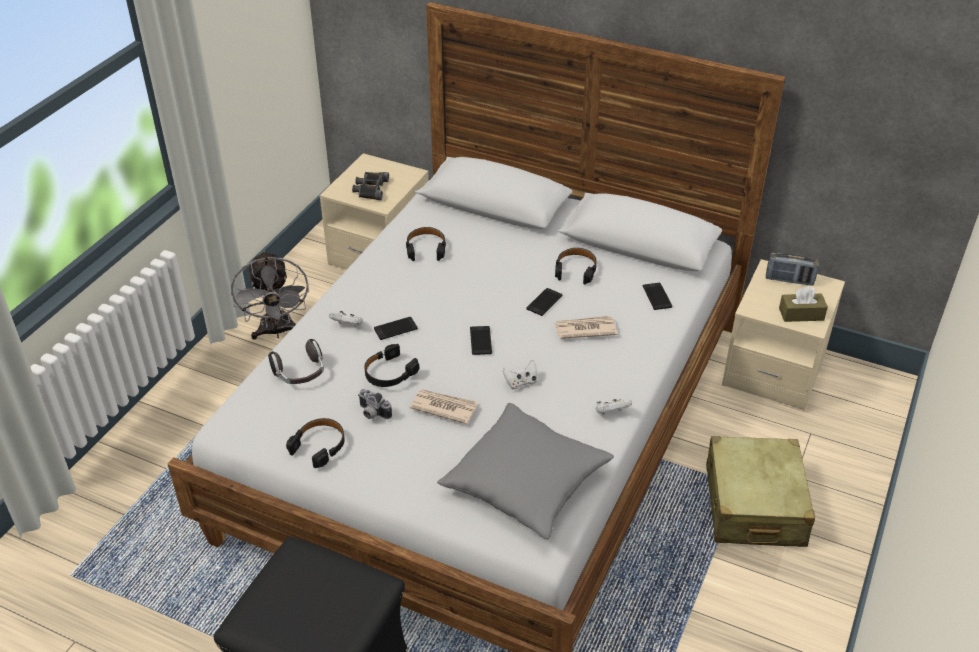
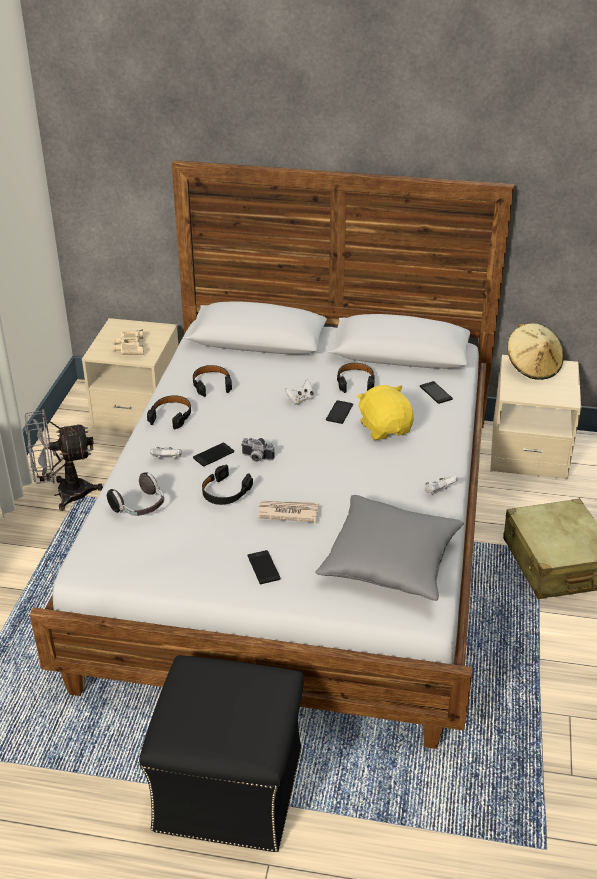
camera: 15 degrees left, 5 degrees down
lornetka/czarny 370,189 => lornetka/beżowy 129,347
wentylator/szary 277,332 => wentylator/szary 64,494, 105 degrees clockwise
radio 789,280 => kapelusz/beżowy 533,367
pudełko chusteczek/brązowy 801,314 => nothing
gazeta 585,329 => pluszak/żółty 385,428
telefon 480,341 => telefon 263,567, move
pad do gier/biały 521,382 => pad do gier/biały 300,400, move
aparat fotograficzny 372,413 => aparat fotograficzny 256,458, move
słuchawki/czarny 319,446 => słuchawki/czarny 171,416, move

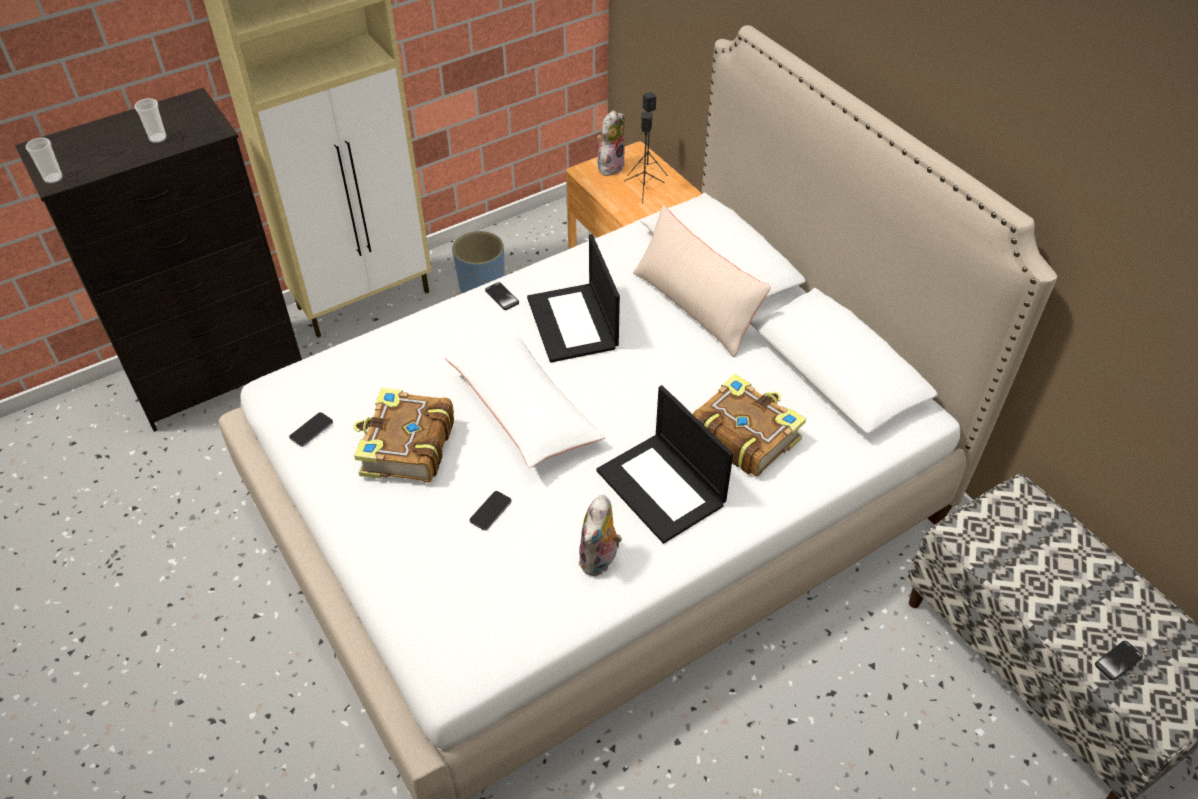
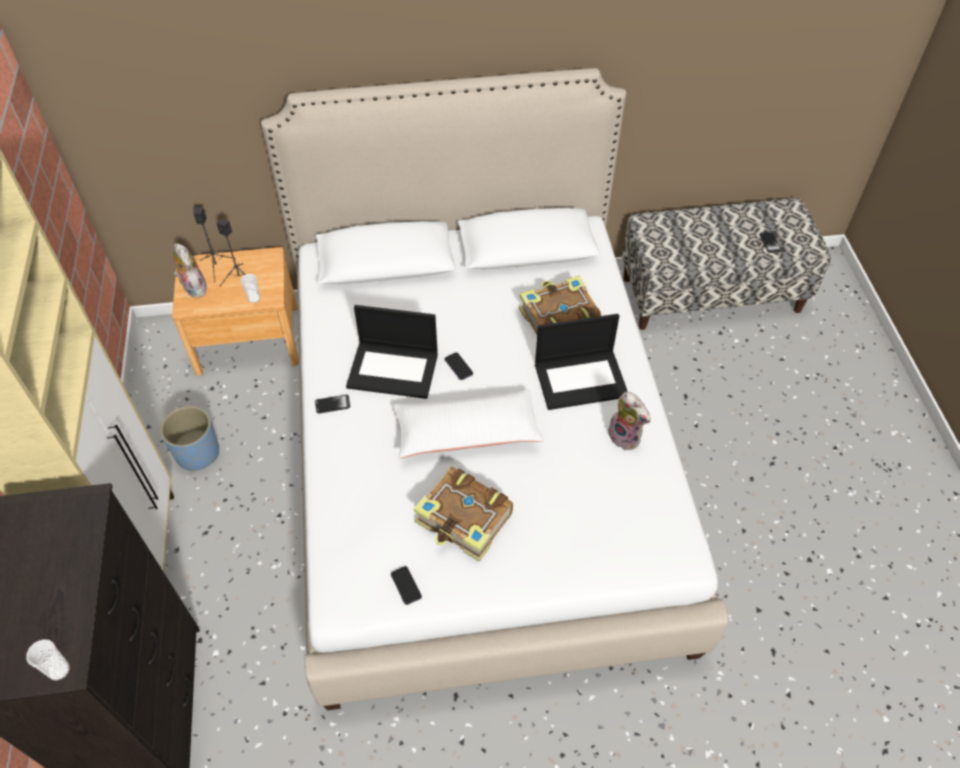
camera: 65 degrees left, 5 degrees up
filiżanka 158,138 => filiżanka 254,298, move
poduszka/beżowy 695,306 => nothing
telefon 490,511 => telefon 458,367, move

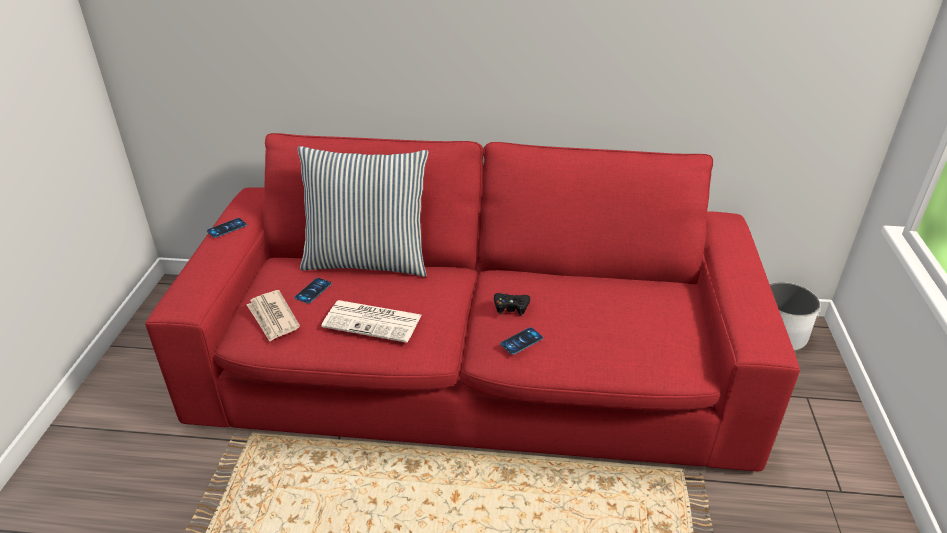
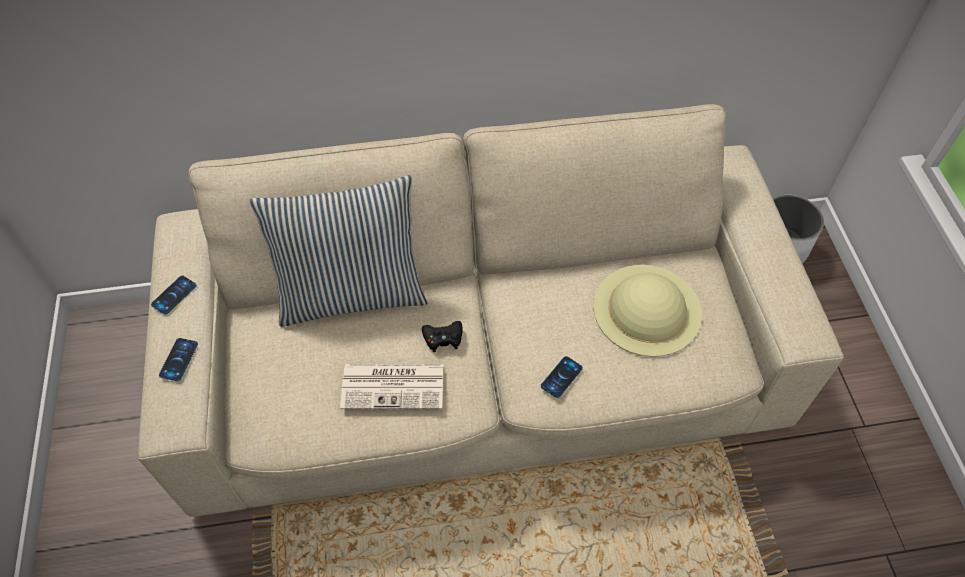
camera: 15 degrees left, 20 degrees up
kanapa/czerwony 473,370 => kanapa/beżowy 482,366
telefon 313,291 => telefon 178,359, move
gazeta 273,318 => nothing
pad do gier/czarny 511,307 => pad do gier/czarny 443,338, move
nothing => kapelusz/beżowy 647,309

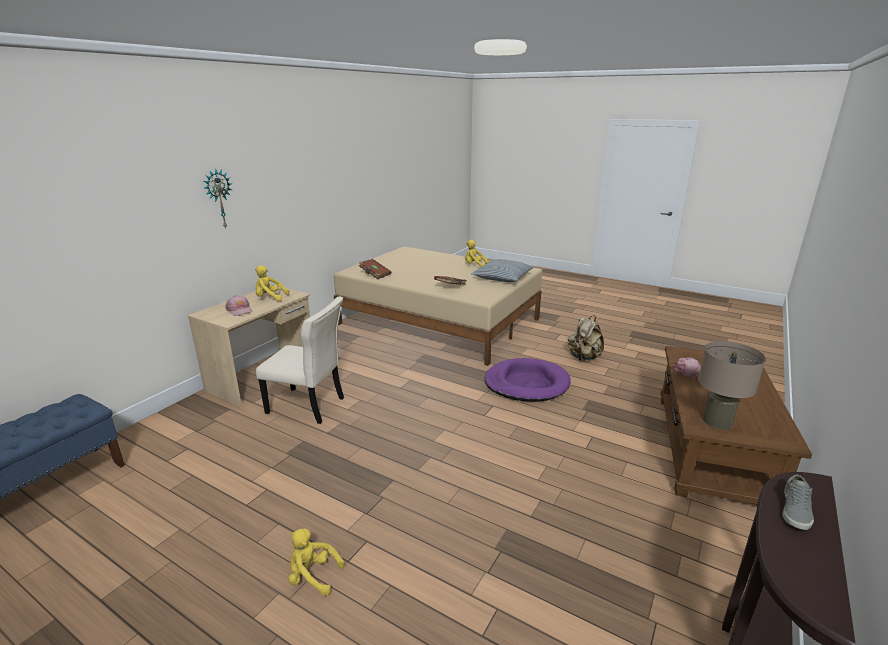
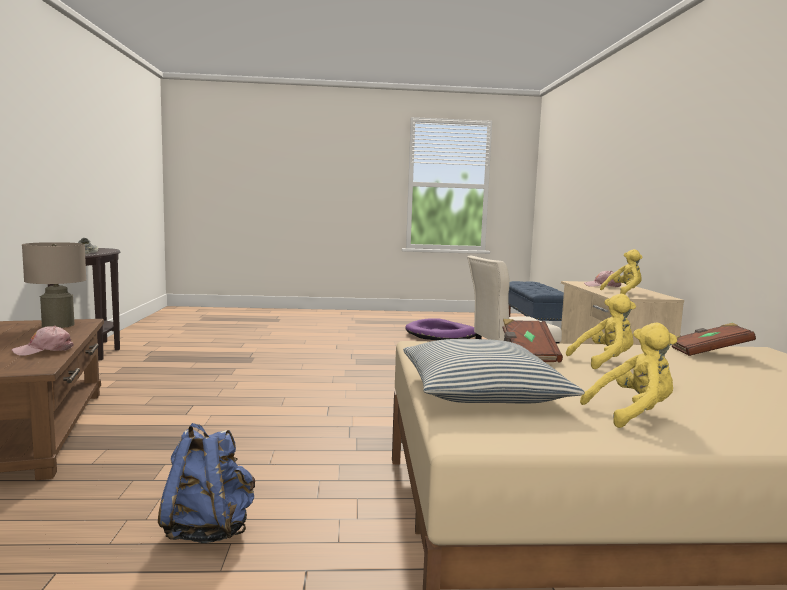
camera: 145 degrees right, 15 degrees down
zegar ścienny 219,199 => nothing
plecak/beżowy 584,357 => plecak/niebieski 208,530
legowisko/fioletowy 526,383 => legowisko/fioletowy 441,334, move
pluszak/żółty 313,576 => pluszak/żółty 604,361, move

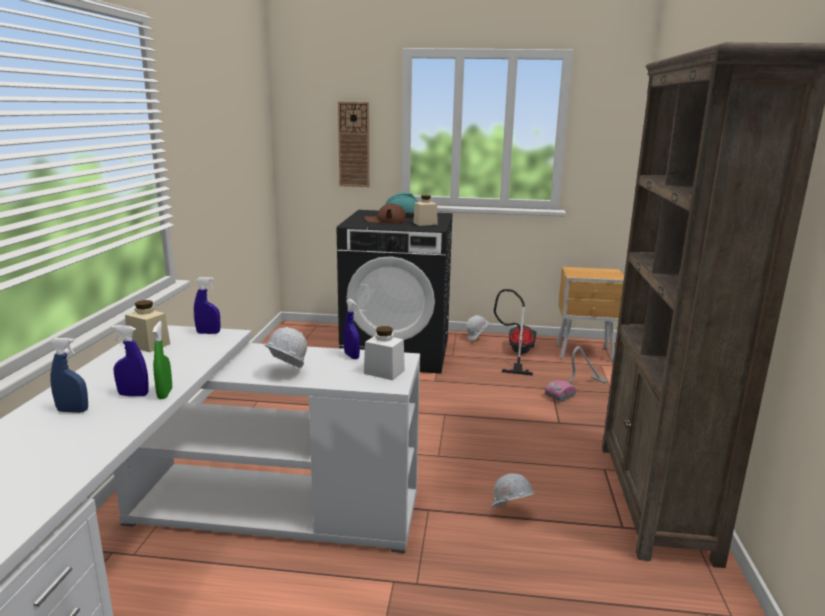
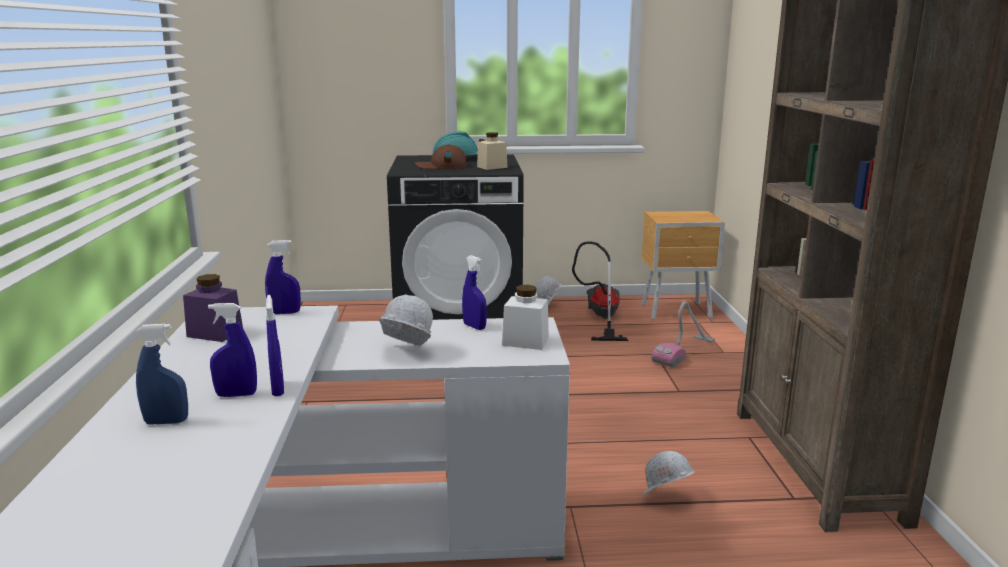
camera: 10 degrees left, 0 degrees up
zegar ścienny 354,145 => nothing
słoik/beżowy 149,345 => słoik/fioletowy 215,333
spryskiwacz/zielony 165,393 => spryskiwacz/niebieski 278,389

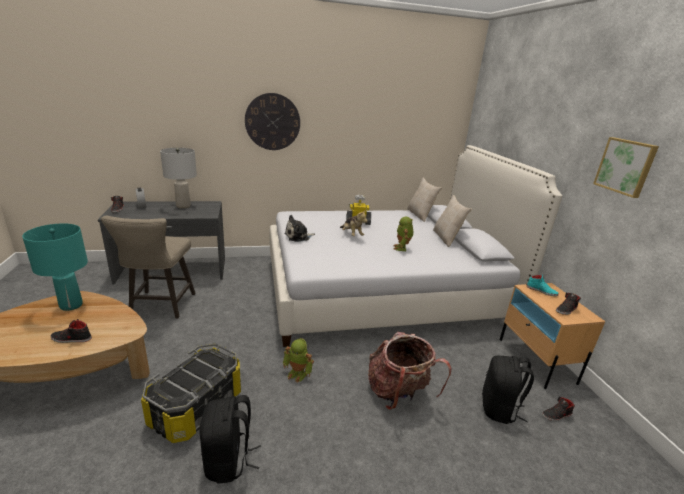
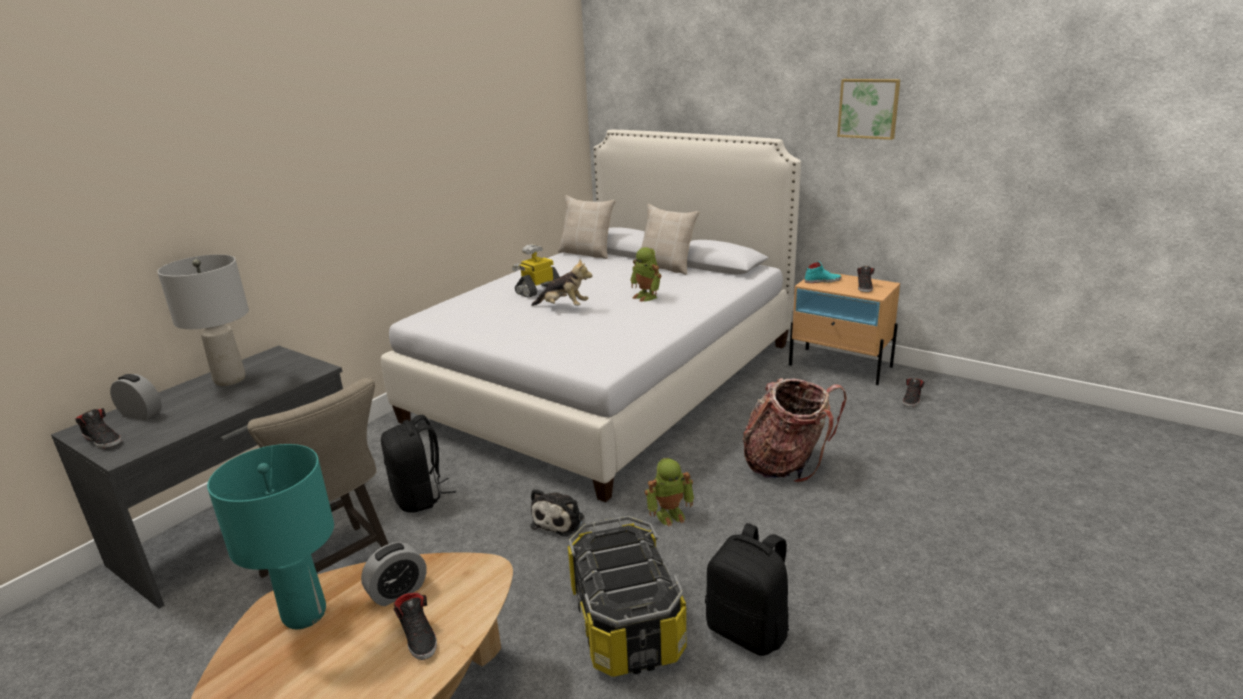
camera: 40 degrees left, 0 degrees up
zegar ścienny 272,122 => nothing
pluszak 298,237 => pluszak 560,520, move
but/czarny 71,339 => but/czarny 418,636, 75 degrees counterclockwise
plecak/czarny 499,409 => plecak/czarny 419,497, move
nothing => budzik 398,592

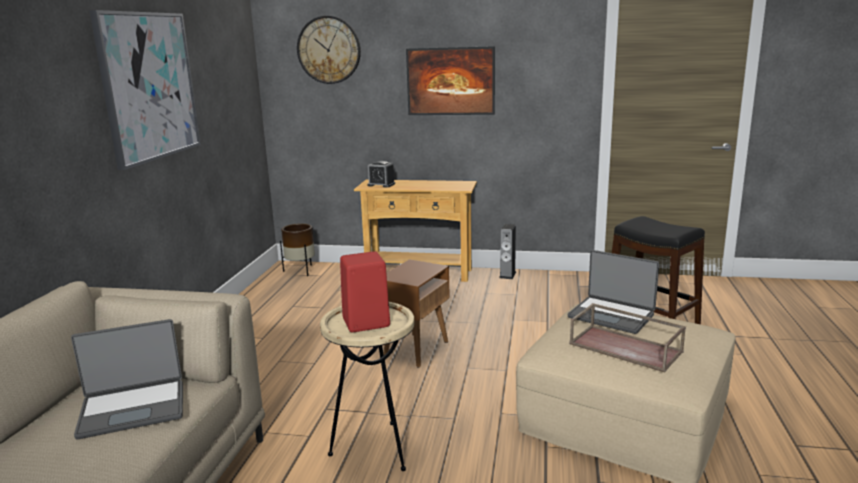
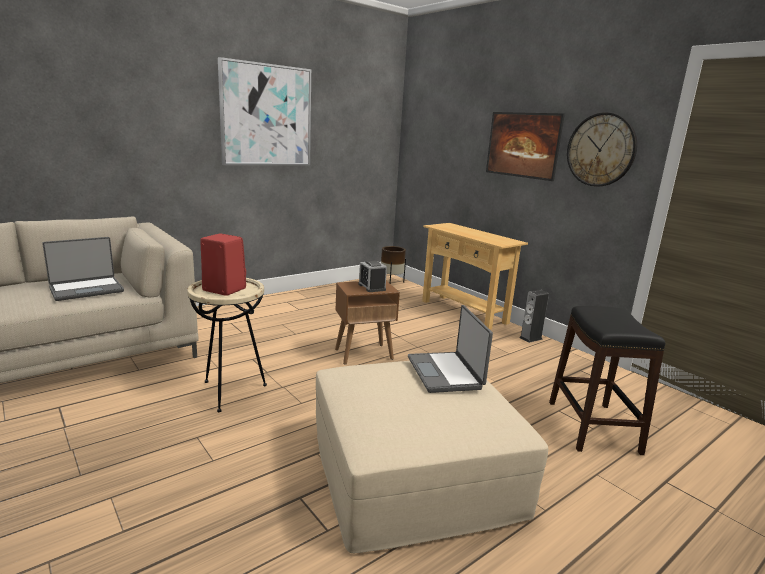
camera: 40 degrees right, 0 degrees up
zegar ścienny 329,50 => zegar ścienny 601,150, move
budzik 381,185 => budzik 372,287, move
taca/brązowy 626,347 => nothing
laptop 133,408 => laptop 86,289, 60 degrees counterclockwise

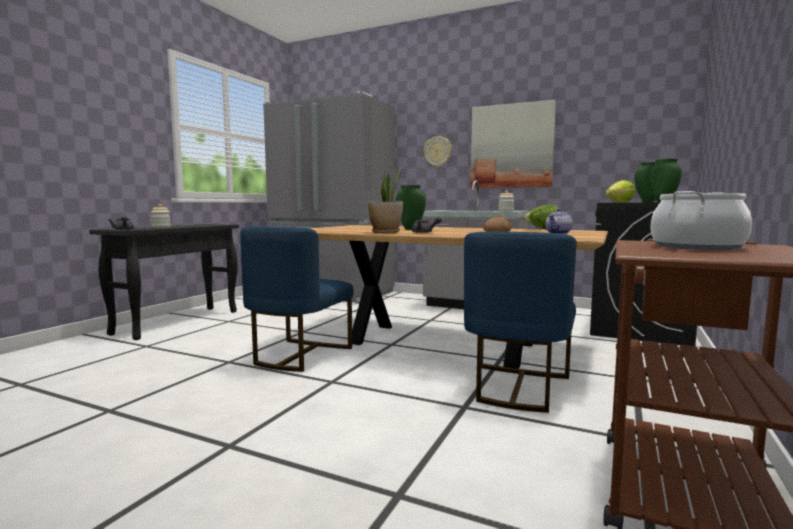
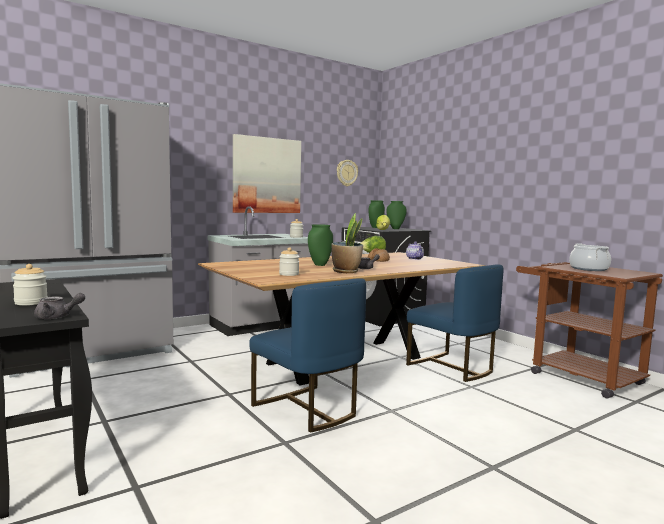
camera: 60 degrees left, 0 degrees up
zegar ścienny 438,152 => zegar ścienny 346,173, move
nothing => słoik 289,274

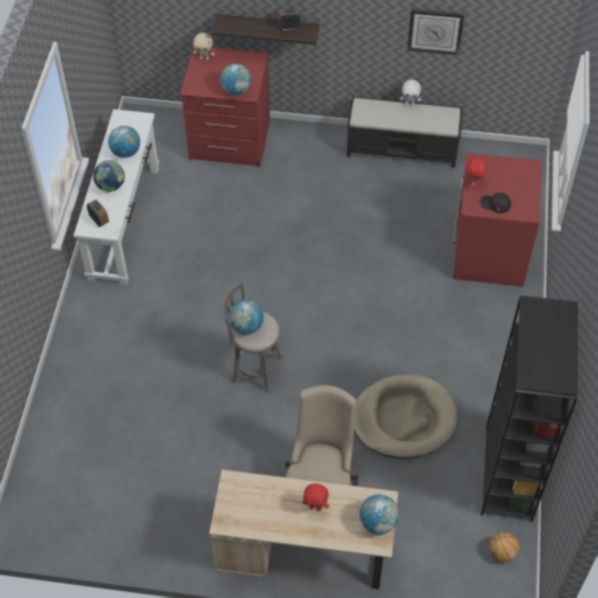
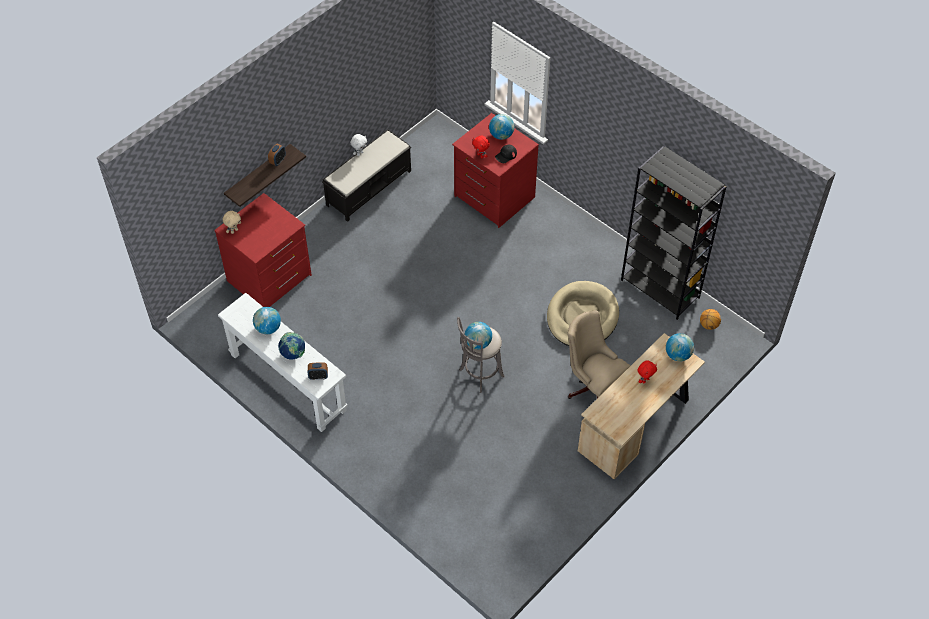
camera: 55 degrees left, 0 degrees up
zegar ścienny 435,31 => nothing
globus 236,90 => globus 501,135, move

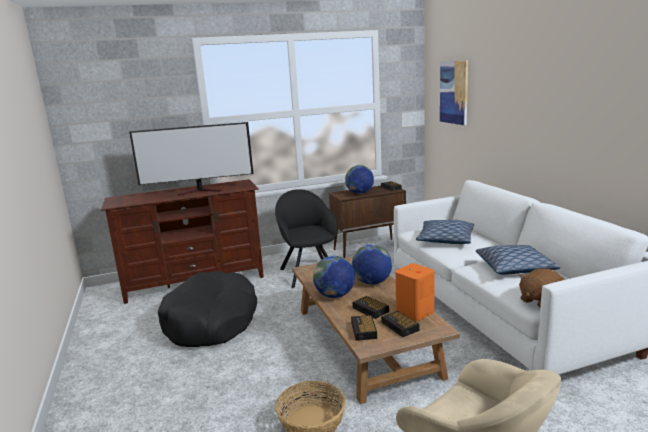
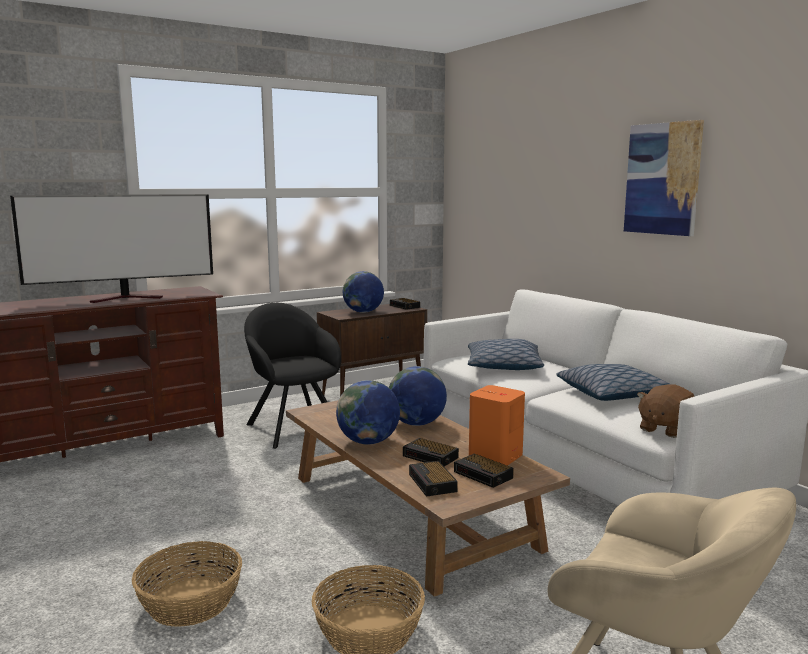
camera: 15 degrees left, 5 degrees down
obraz 454,92 => obraz 662,179, move
legowisko/czarny 211,322 => nothing
nothing => koszyk 190,602

